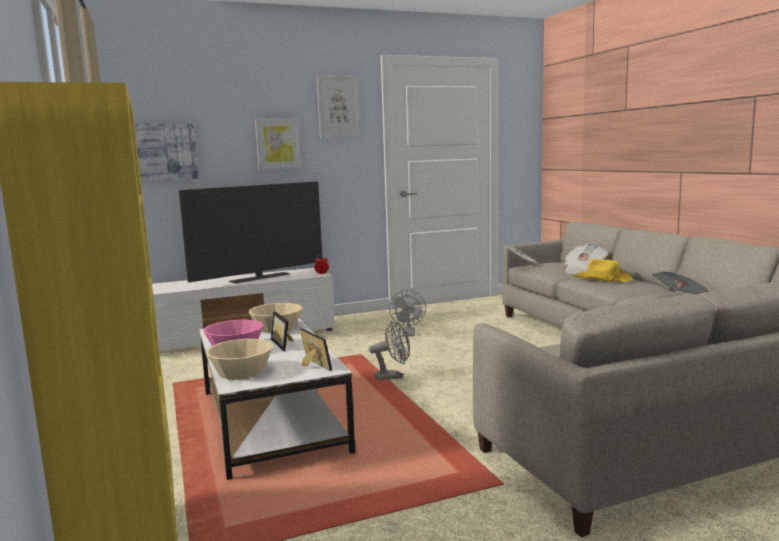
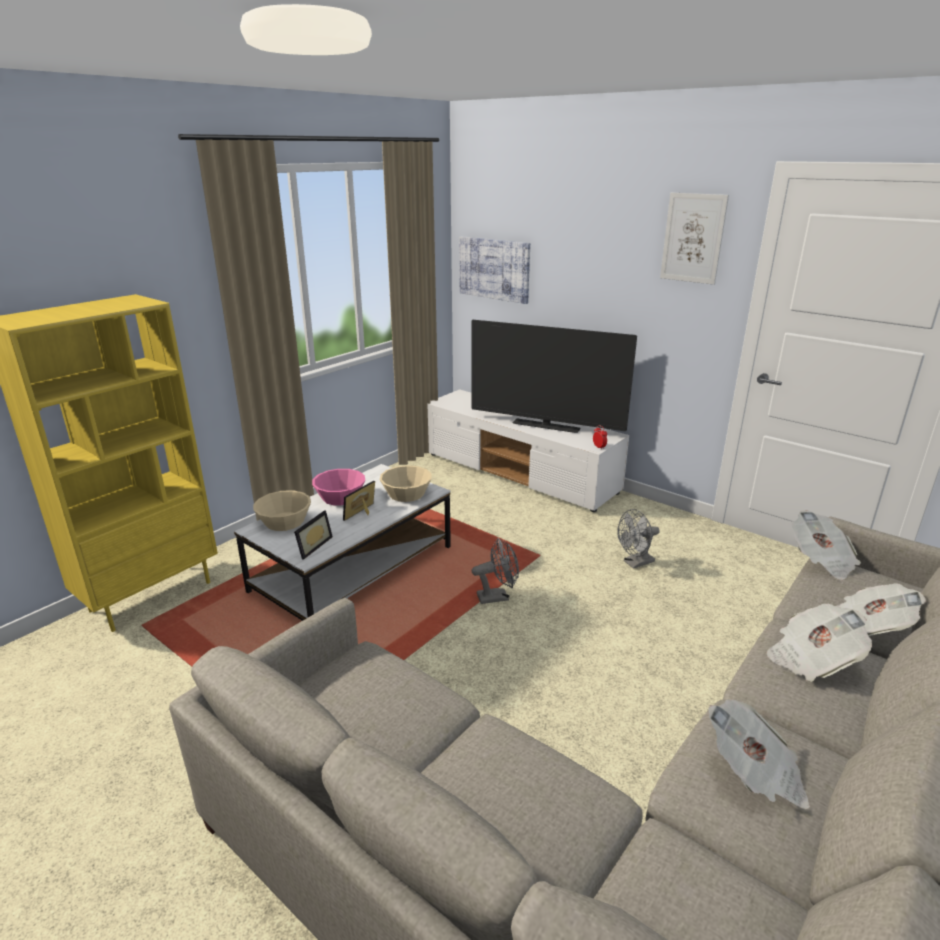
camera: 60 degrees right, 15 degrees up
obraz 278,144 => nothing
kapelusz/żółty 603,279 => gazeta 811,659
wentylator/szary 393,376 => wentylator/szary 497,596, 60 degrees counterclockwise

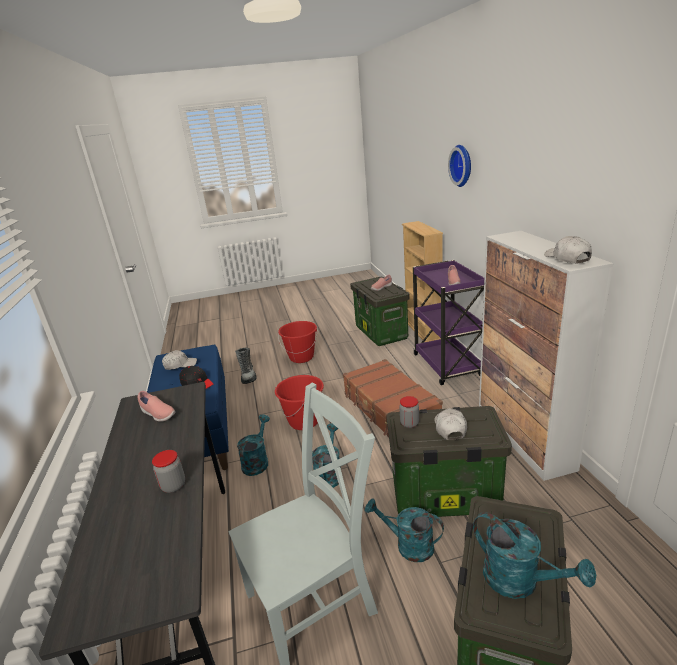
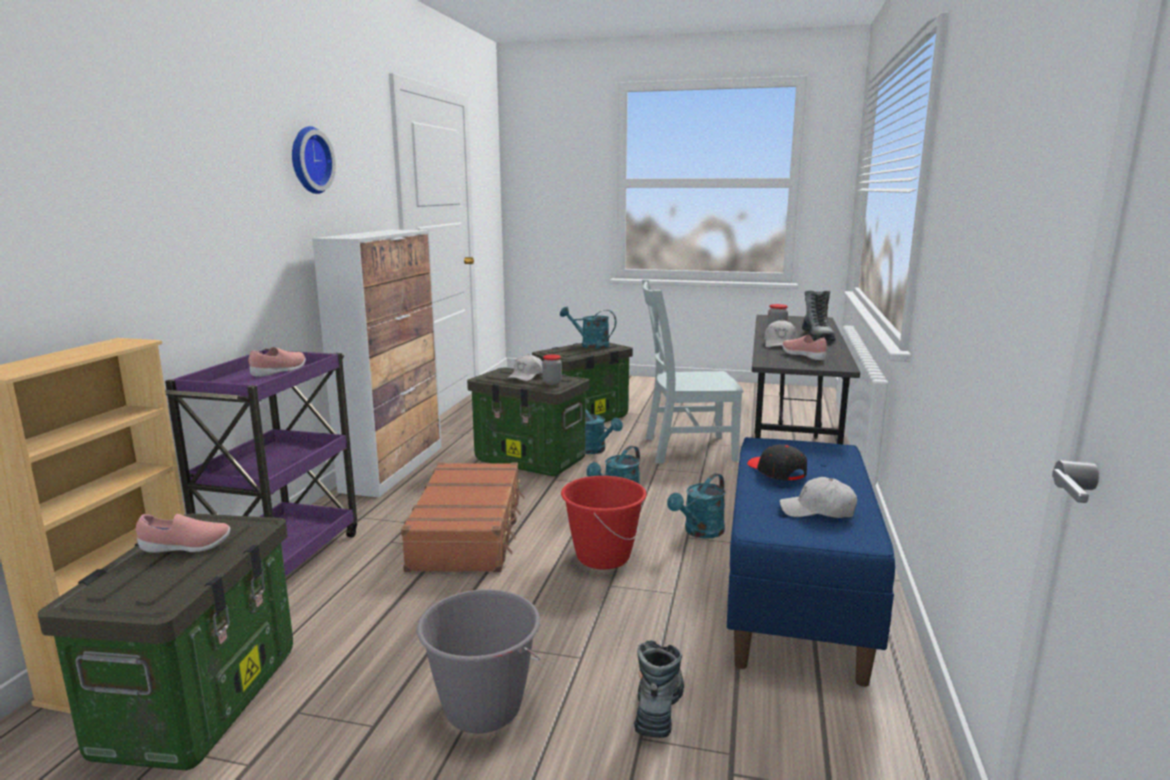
camera: 155 degrees left, 10 degrees down
zegar ścienny 463,165 => zegar ścienny 308,160, move
czapka z daszkiem/biały 567,258 => czapka z daszkiem/biały 780,344, move
wiadro/czerwony 301,357 => wiadro/szary 482,708
konewka/turkusowy 520,581 => konewka/turkusowy 590,345, 45 degrees counterclockwise
nothing => but z cholewką 817,337

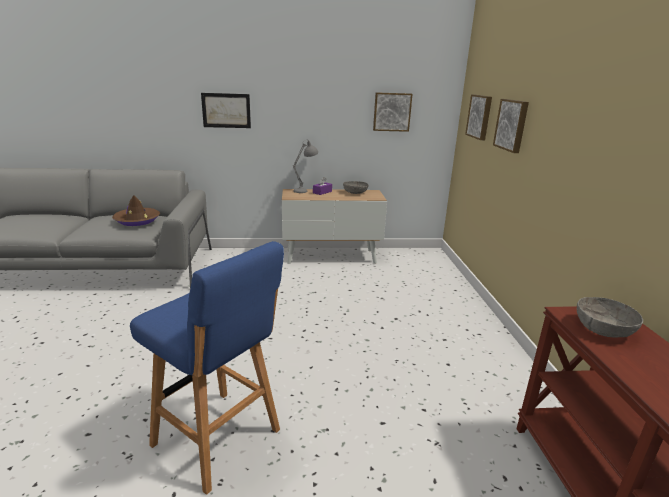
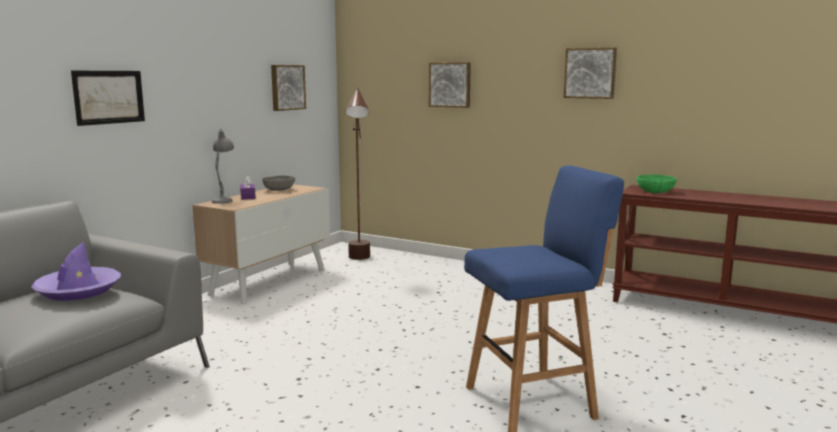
camera: 55 degrees left, 10 degrees down
obraz 480,116 => obraz 590,73, move
kapelusz/brązowy 137,220 => kapelusz/fioletowy 78,290
miska/szary 602,329 => miska/zielony 655,191
nothing => lampa stojąca/brązowy 360,261

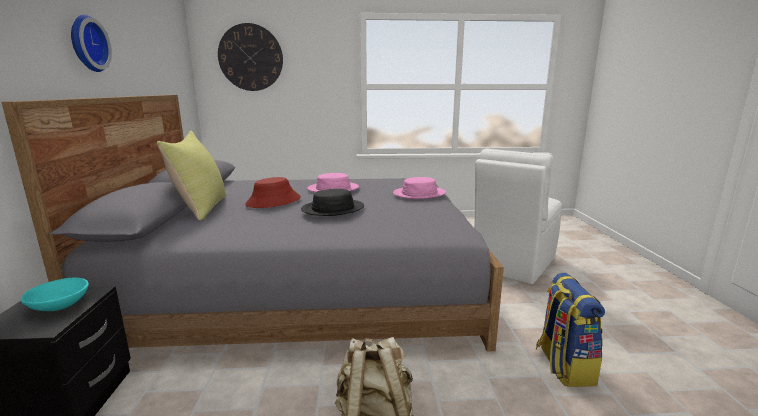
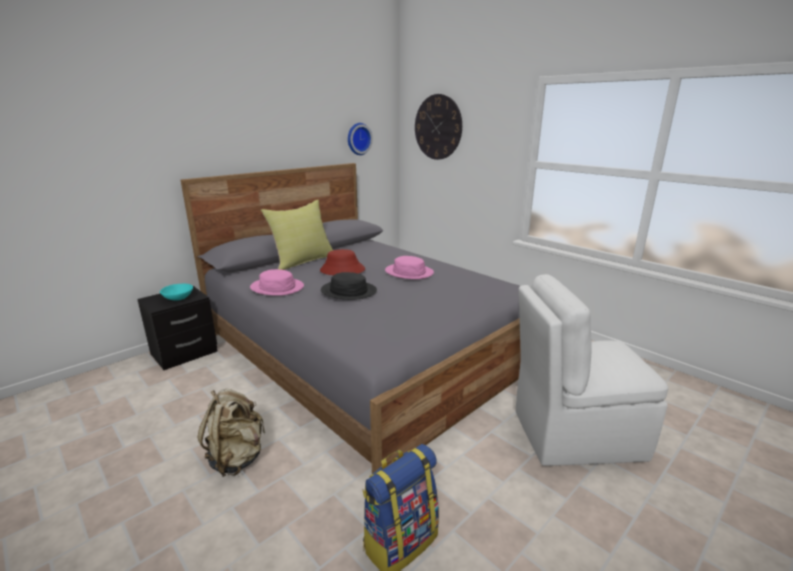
camera: 50 degrees right, 5 degrees up
zegar ścienny 86,44 => zegar ścienny 358,139, move
kapelusz/różowy 419,194 => kapelusz/różowy 277,287, move

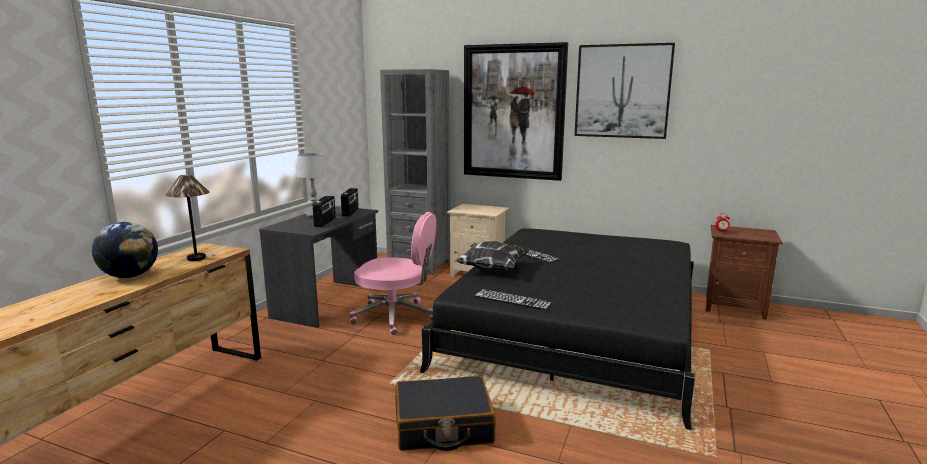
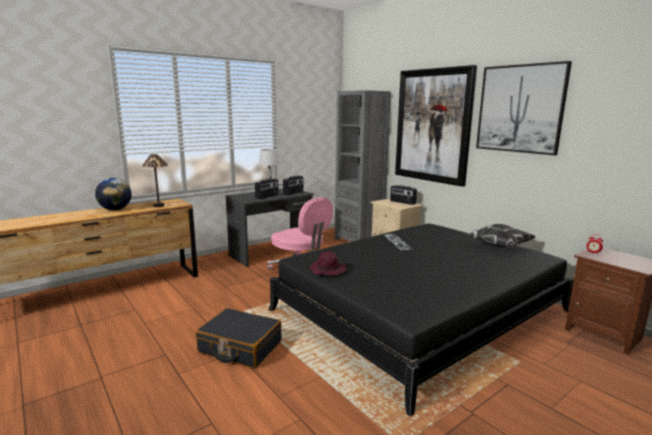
camera: 30 degrees right, 0 degrees up
poduszka 491,269 => poduszka 499,246, move
klawiatura 512,299 => kapelusz/fioletowy 328,270
nothing => radio 402,202

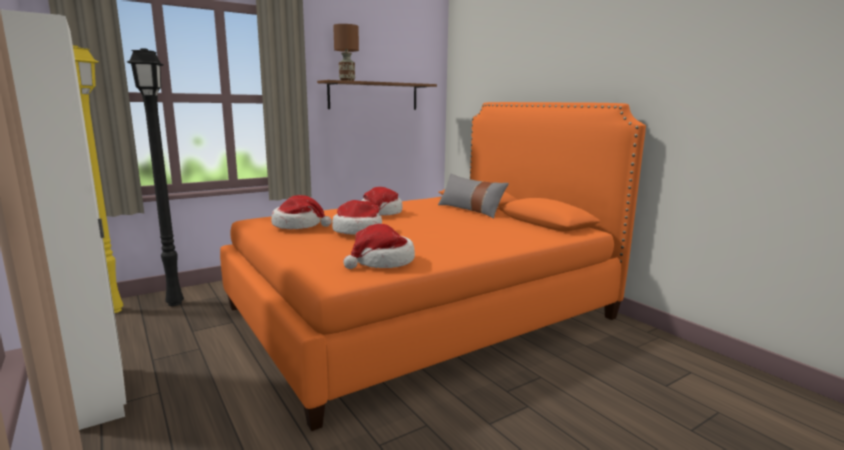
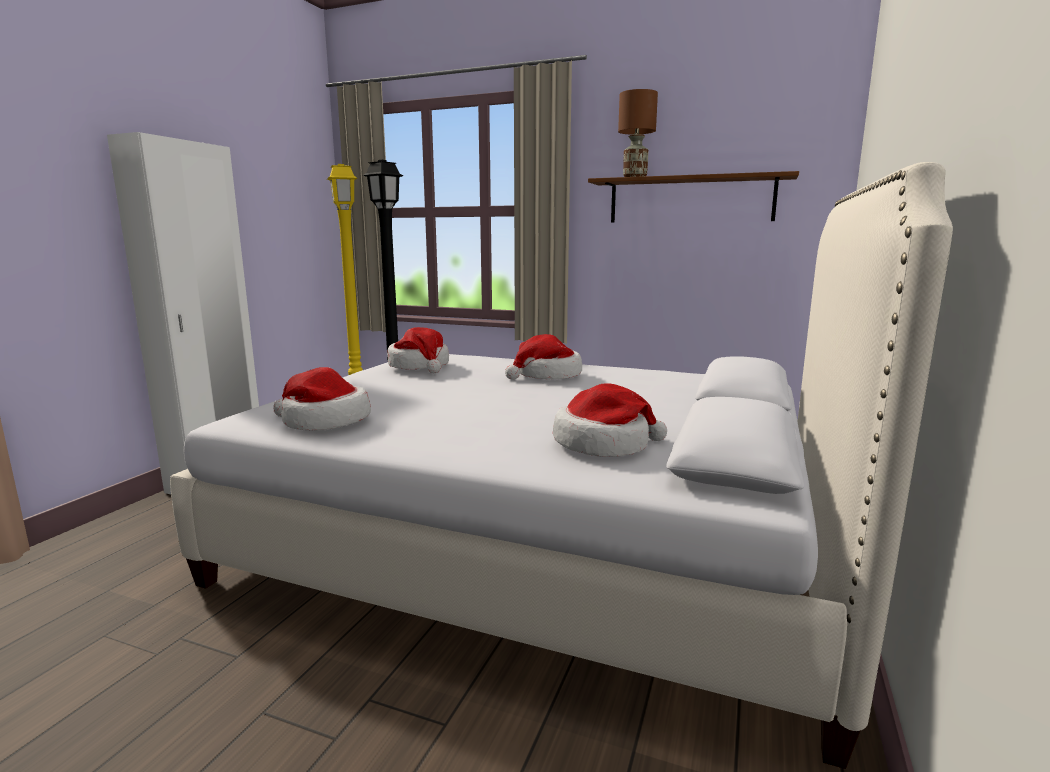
camera: 55 degrees right, 0 degrees up
łóżko/pomarańczowy 422,312 => łóżko/biały 542,542
poduszka/szary 470,210 => nothing
kapelusz 358,231 => kapelusz 604,444, move

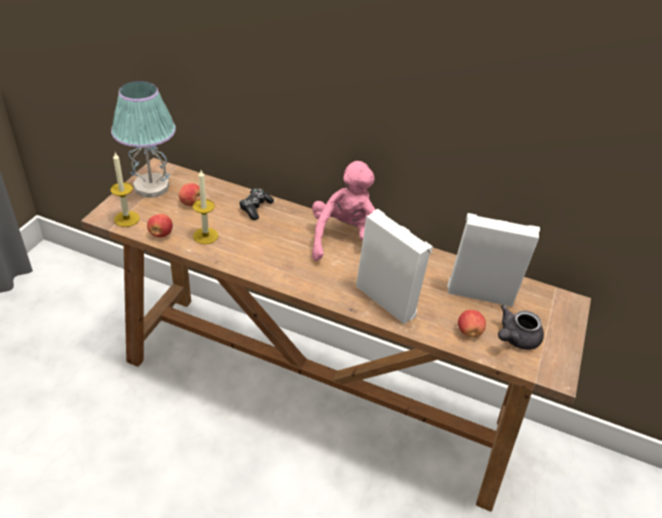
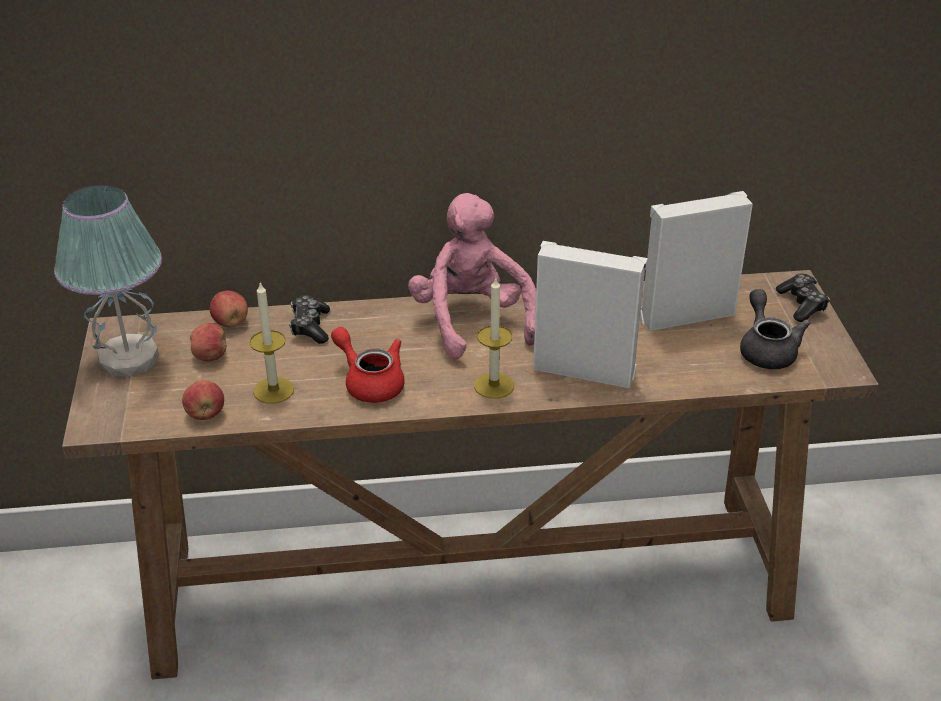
camera: 25 degrees left, 5 degrees down
świeca 126,219 => świeca 494,385, move
imbryk/szary 515,338 => imbryk/szary 766,349, 150 degrees clockwise
jabłko 469,331 => jabłko 230,323, move
nothing => pad do gier 802,304
nothing => imbryk/czerwony 370,382

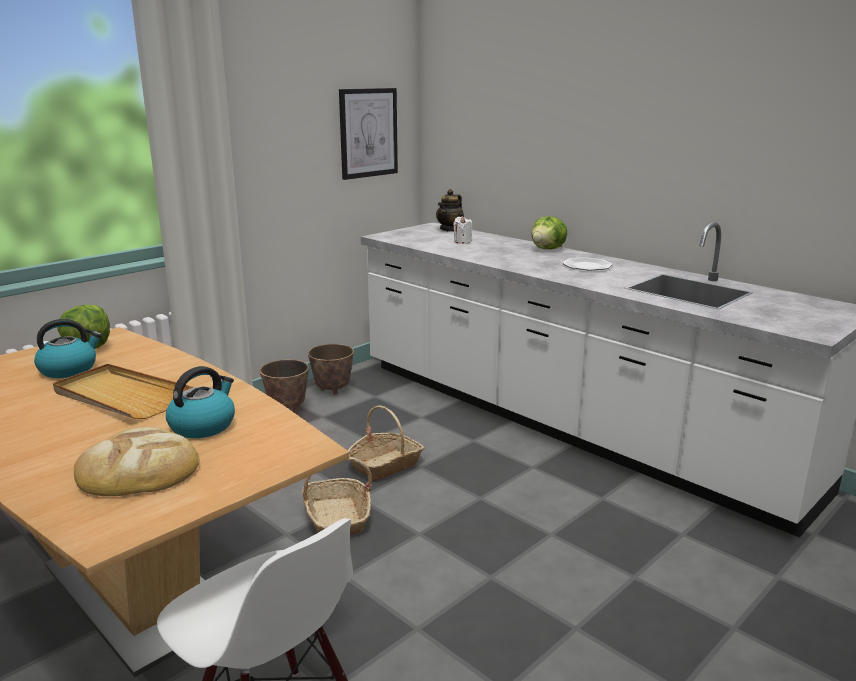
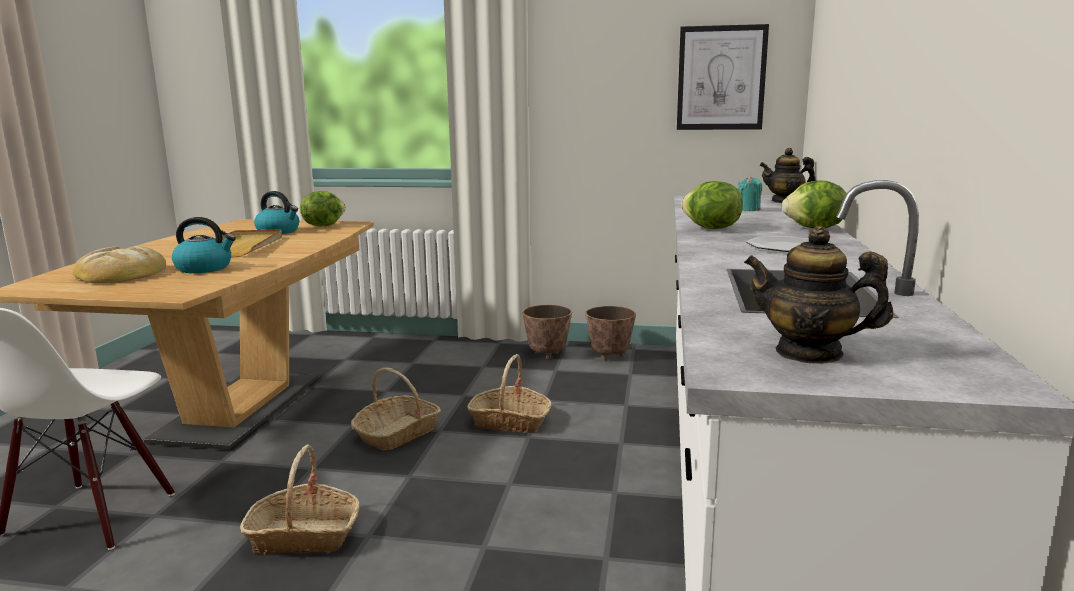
camera: 55 degrees right, 5 degrees down
świeca/biały 462,241 => świeca/turkusowy 748,210
nothing => sałata 711,229
nothing => imbryk 809,353
nothing => koszyk 304,536

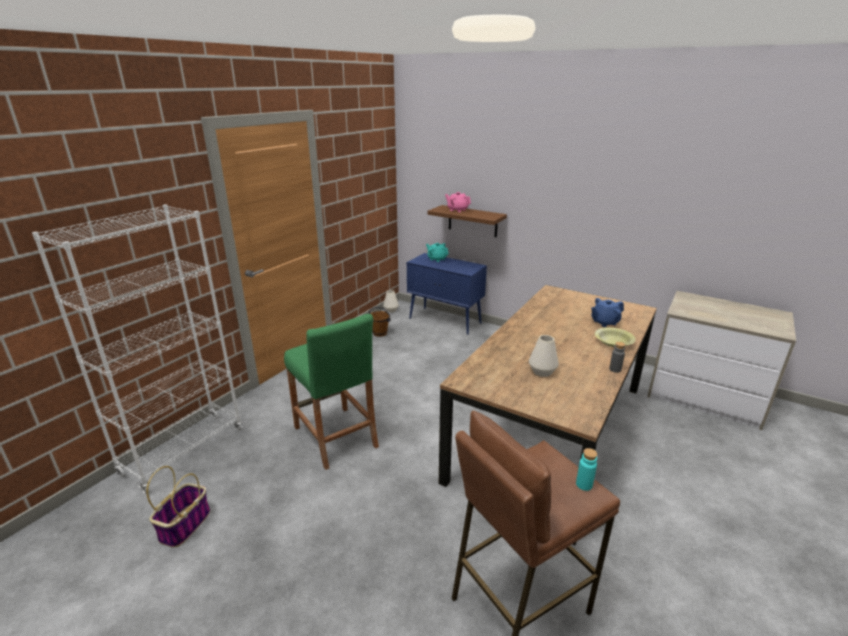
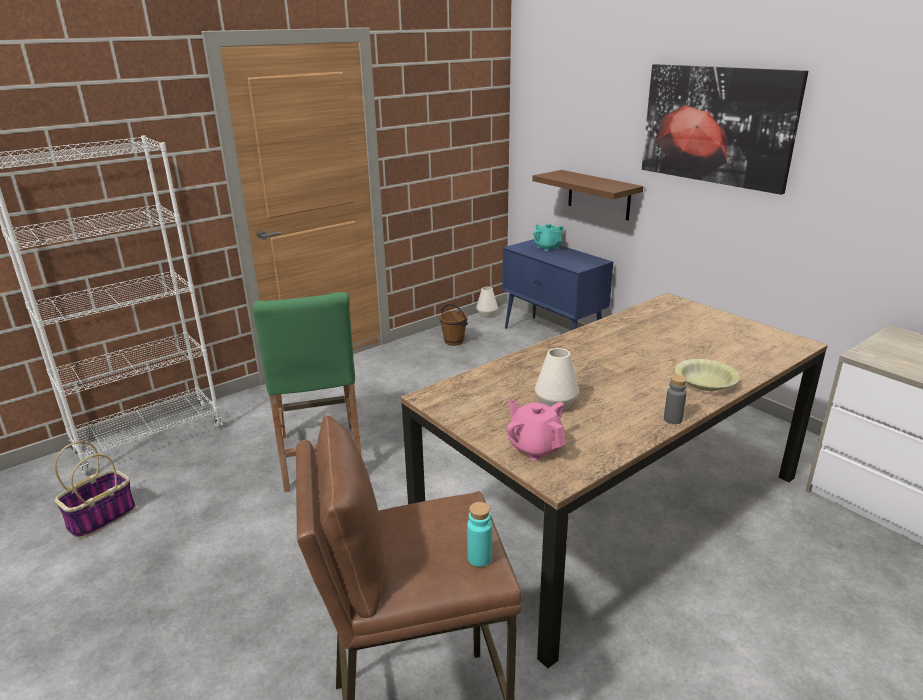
camera: 20 degrees right, 0 degrees up
imbryk/różowy 457,210 => imbryk/różowy 535,447, move
imbryk/niebieski 604,322 => nothing
nothing => obraz 717,125

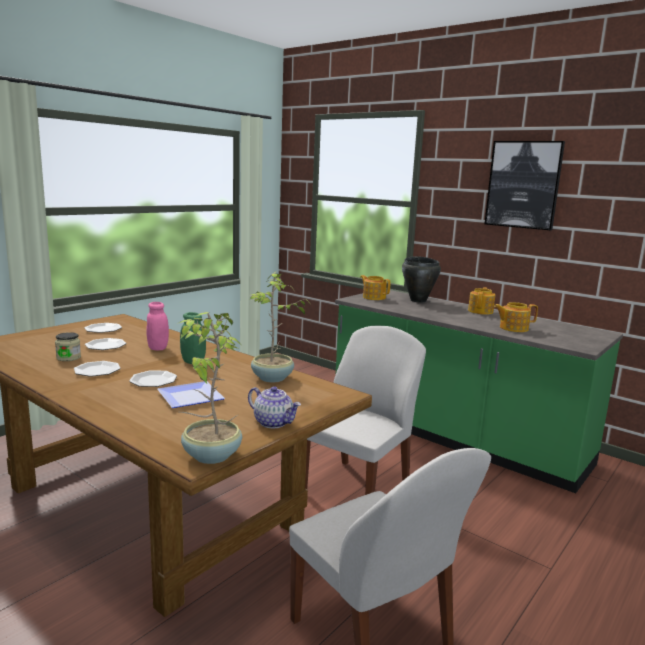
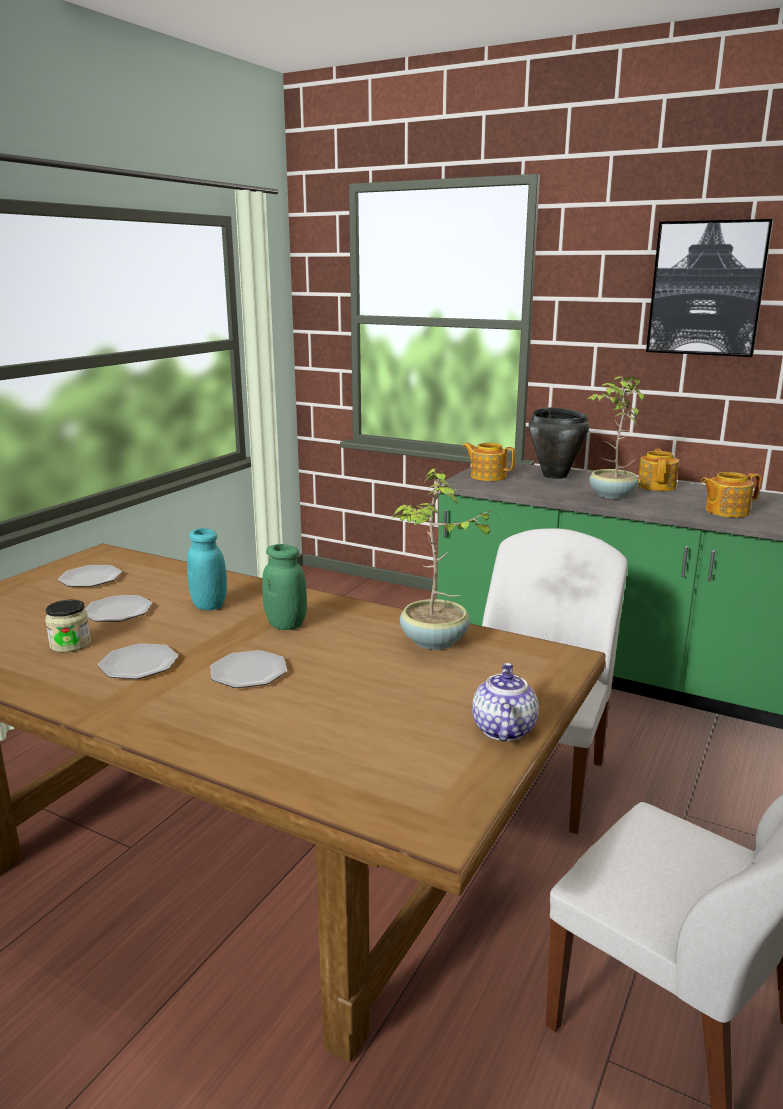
camera: 10 degrees left, 5 degrees up
słoik/różowy 158,348 => słoik/turkusowy 209,605
roślina doniczkowa 210,456 => roślina doniczkowa 611,495, move
talerz 189,398 => nothing
imbryk 274,422 => imbryk 502,729, 105 degrees counterclockwise

